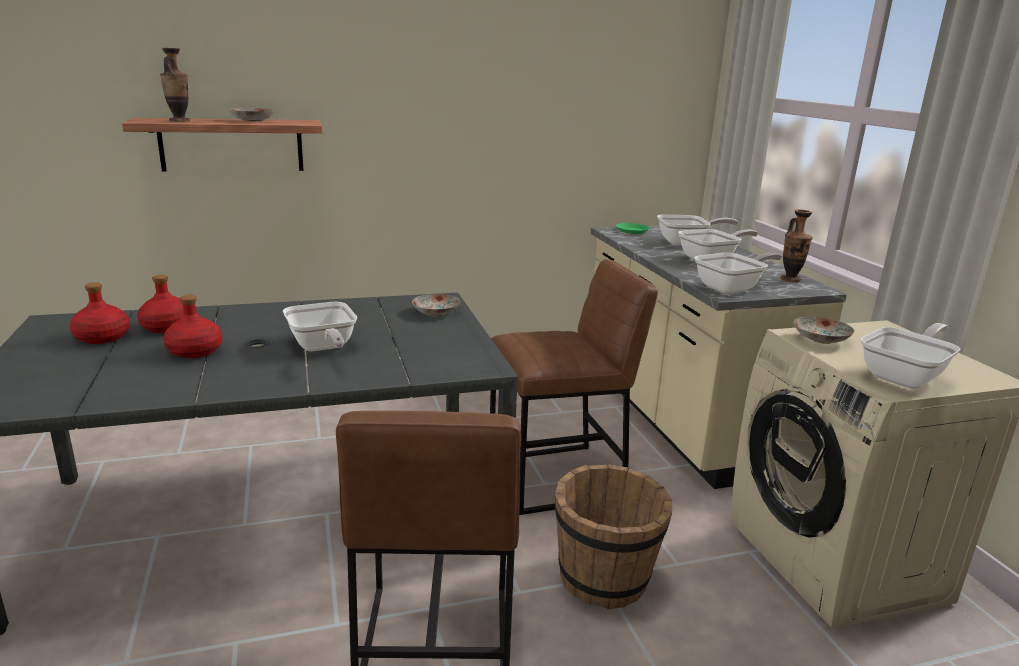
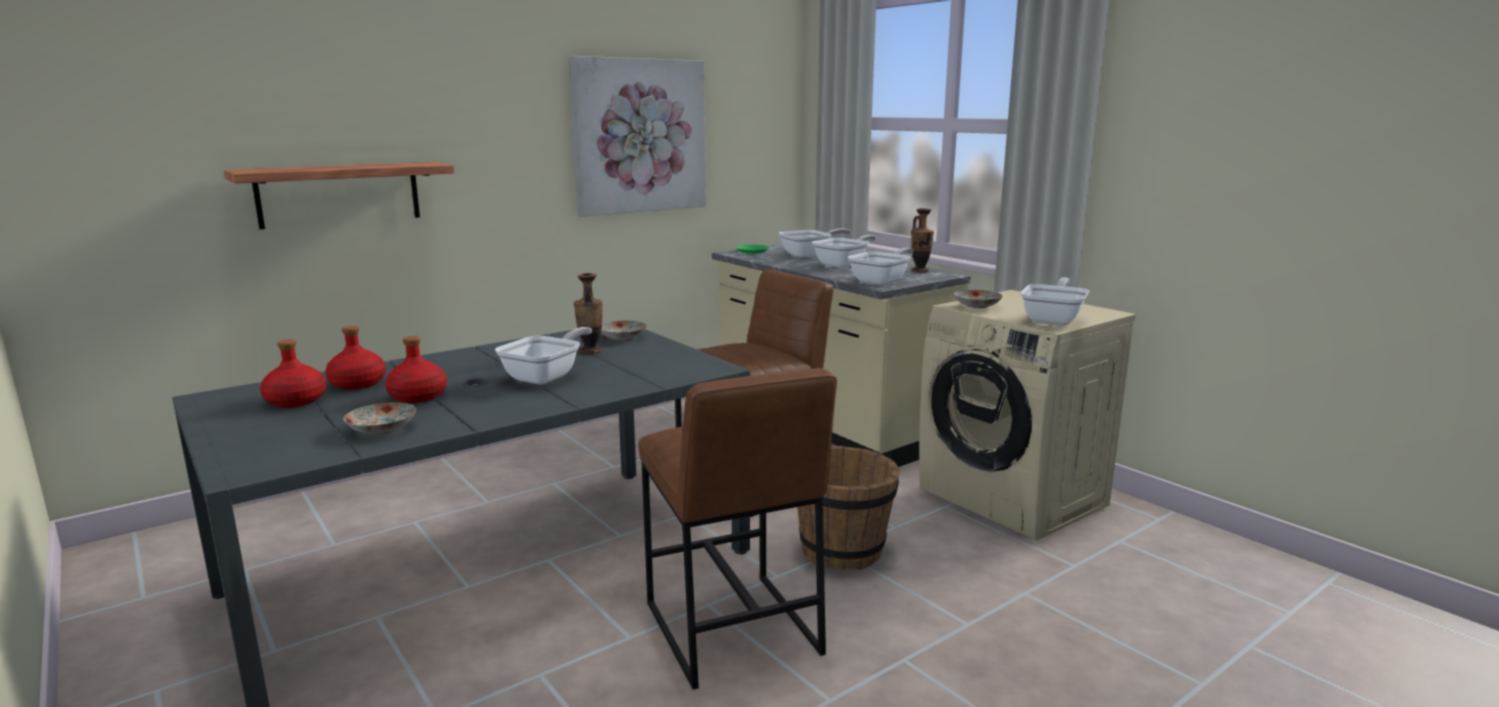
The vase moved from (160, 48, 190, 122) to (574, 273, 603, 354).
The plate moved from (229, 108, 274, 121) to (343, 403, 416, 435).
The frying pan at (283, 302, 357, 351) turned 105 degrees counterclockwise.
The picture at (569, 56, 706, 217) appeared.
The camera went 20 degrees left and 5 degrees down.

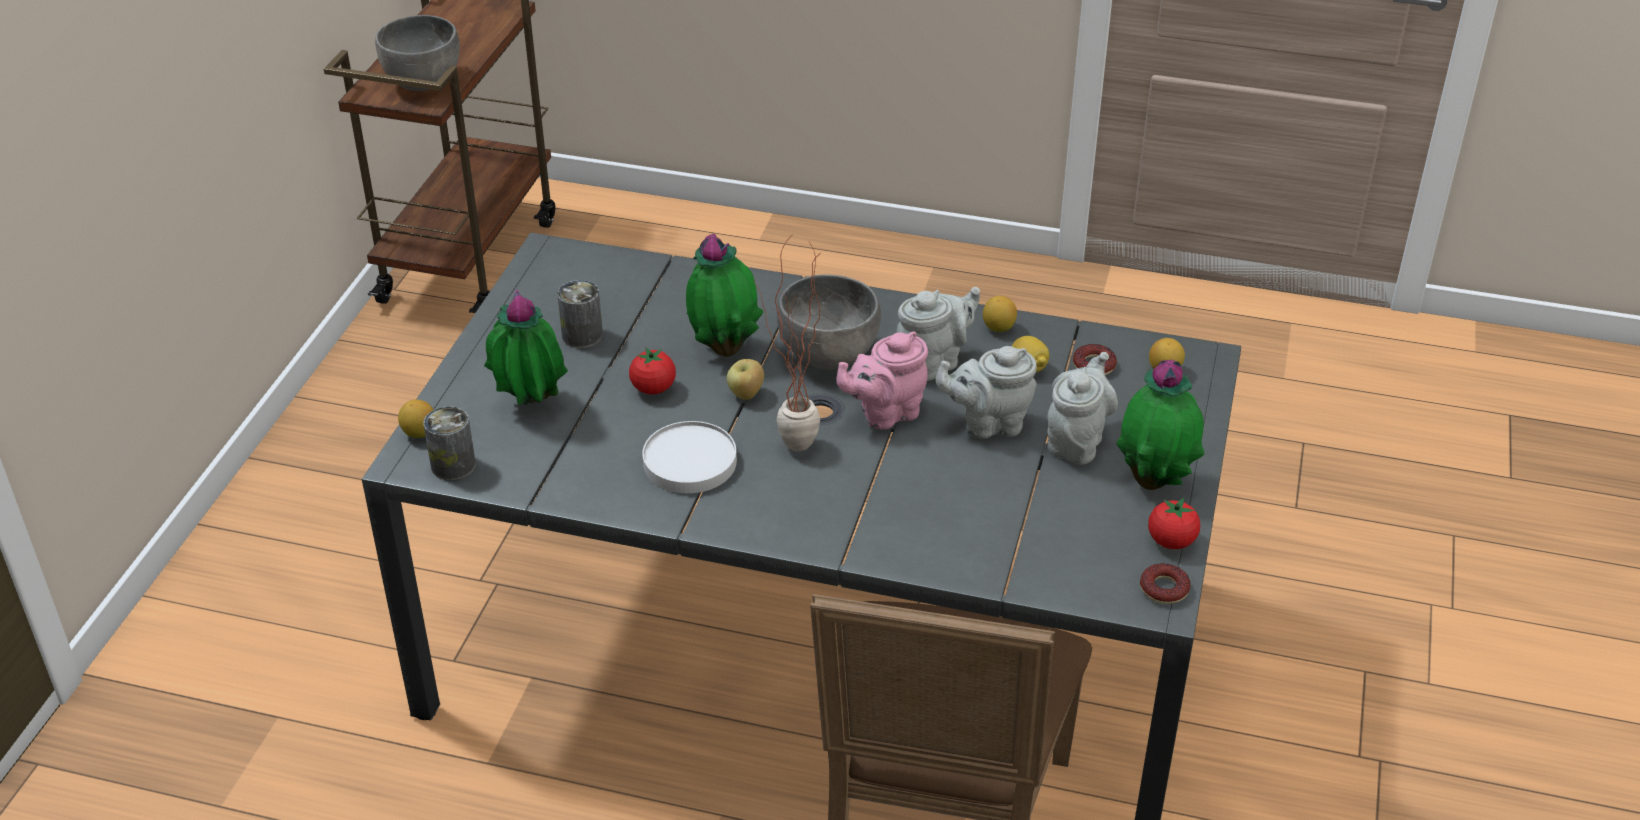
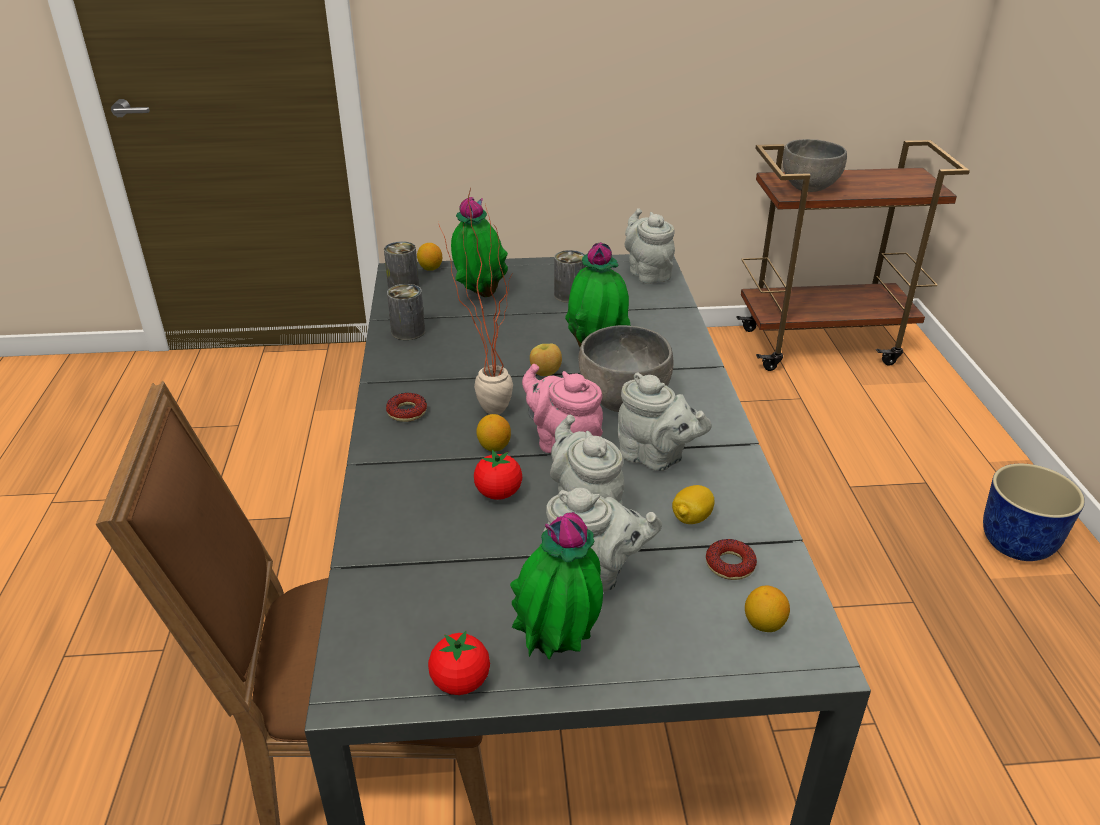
The lemon moved from (983, 296, 1017, 332) to (476, 414, 511, 451).
The tomato moved from (629, 347, 676, 394) to (474, 450, 522, 500).
The plate/white at (642, 421, 737, 493) disappeared.
The donut moved from (1140, 563, 1190, 604) to (386, 393, 427, 422).
The teapot/grey at (625, 208, 675, 284) appeared.
The can at (387, 284, 425, 340) appeared.
The planter at (983, 464, 1085, 561) appeared.
The camera went 70 degrees right and 5 degrees down.

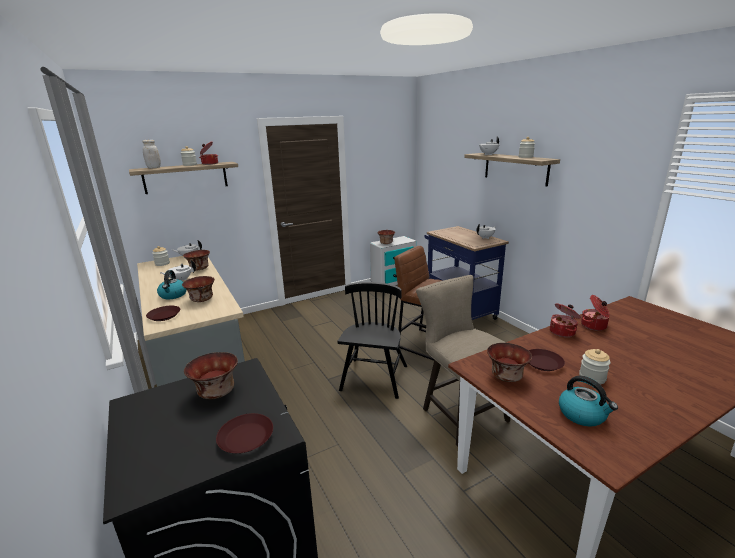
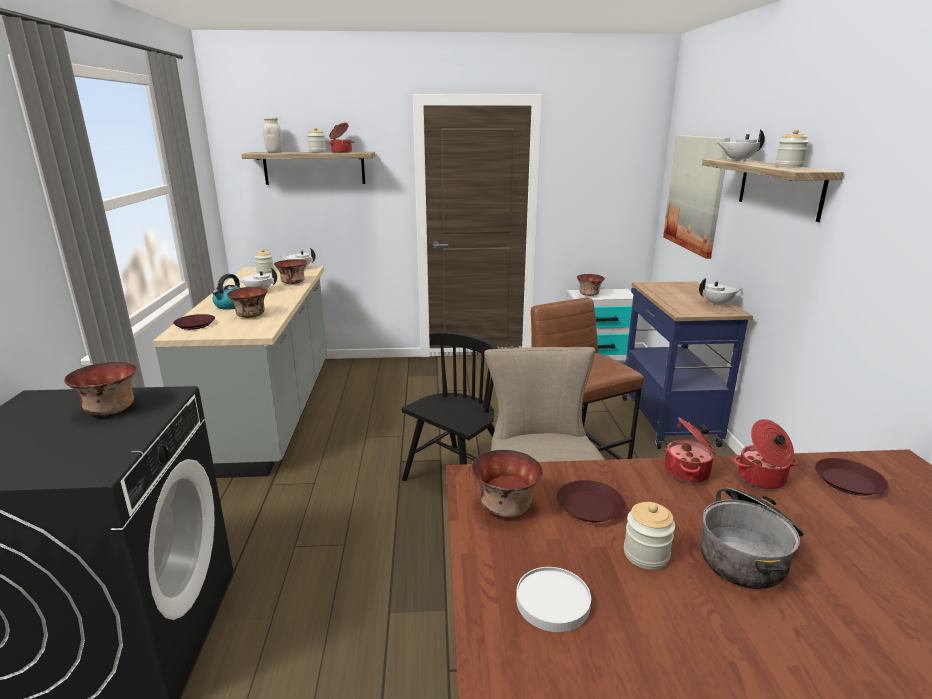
The kettle at (559, 376, 618, 426) was replaced by the plate/white at (516, 567, 591, 632).
The plate/brown moved from (216, 413, 273, 453) to (815, 458, 888, 496).
The picture at (663, 135, 730, 259) appeared.
The cooking pot at (700, 488, 804, 589) appeared.
The camera went 25 degrees right and 0 degrees up.

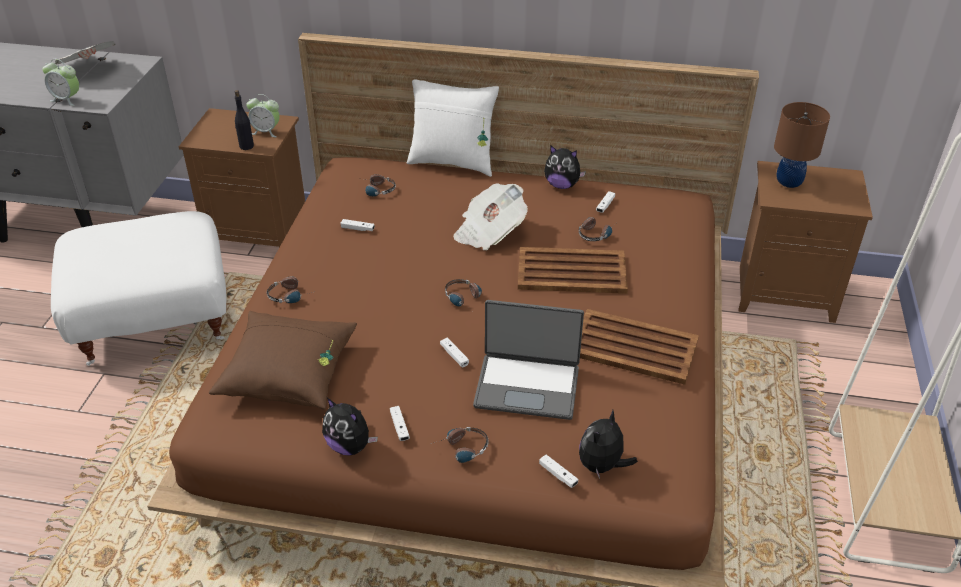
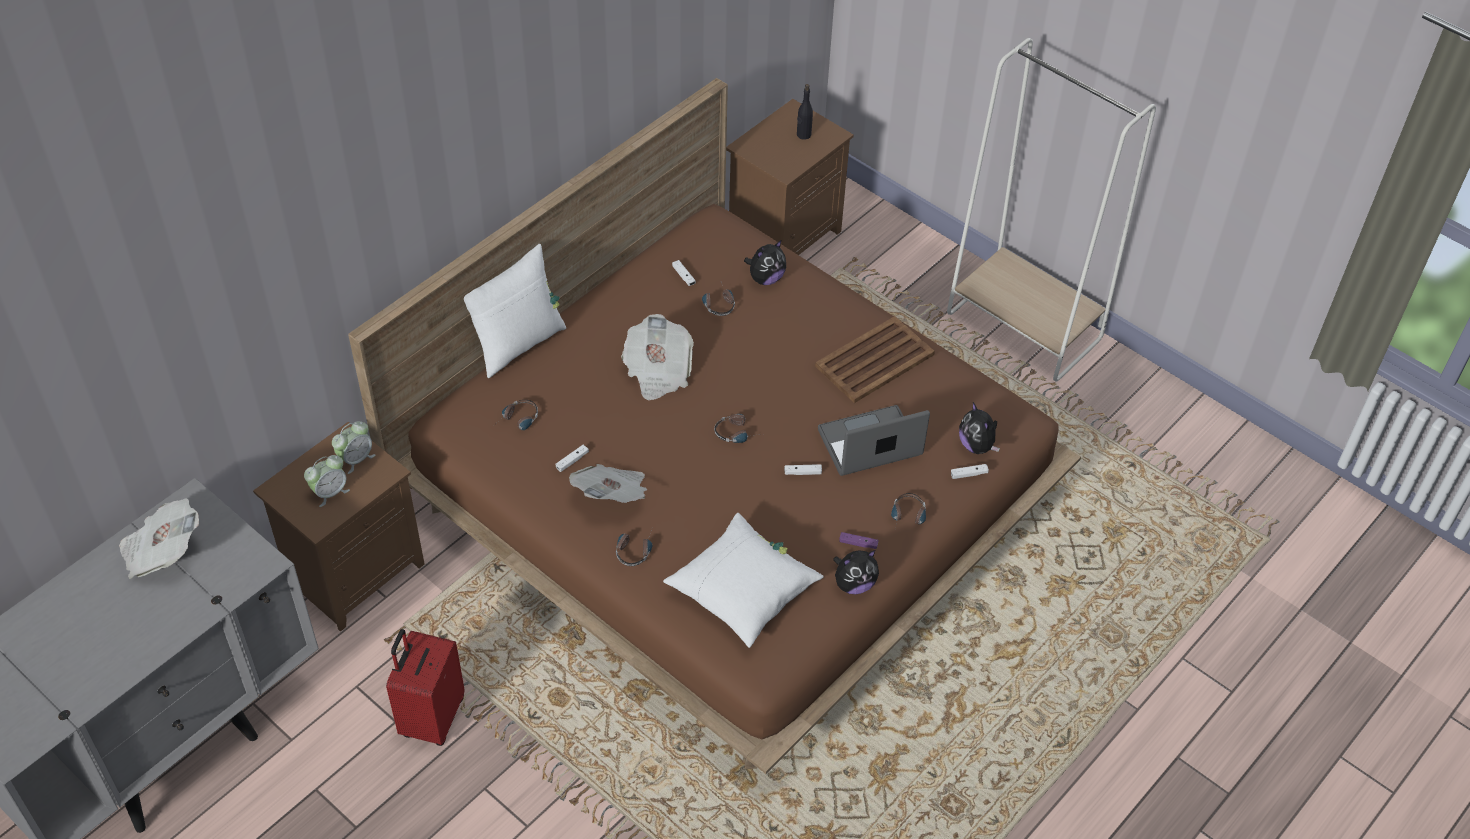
The alarm clock moved from (42, 59, 79, 106) to (304, 455, 350, 507).
The bottle/black moved from (235, 90, 254, 150) to (797, 84, 813, 140).
The table lamp/brown at (774, 102, 830, 188) disappeared.
The plush toy moved from (544, 145, 586, 189) to (744, 240, 786, 285).
The ottoman/white at (51, 211, 226, 366) was replaced by the suitcase/red at (386, 629, 465, 746).
The tray/brown at (518, 247, 628, 294) disappeared.
The laptop at (473, 300, 584, 420) turned 150 degrees counterclockwise.
The pillow/brown at (209, 311, 357, 410) became the pillow/white at (663, 513, 824, 648).
The game controller/white at (390, 406, 410, 441) became the game controller/purple at (839, 532, 878, 549).
The newspaper at (569, 464, 647, 503) appeared.
The camera went 60 degrees left and 10 degrees up.

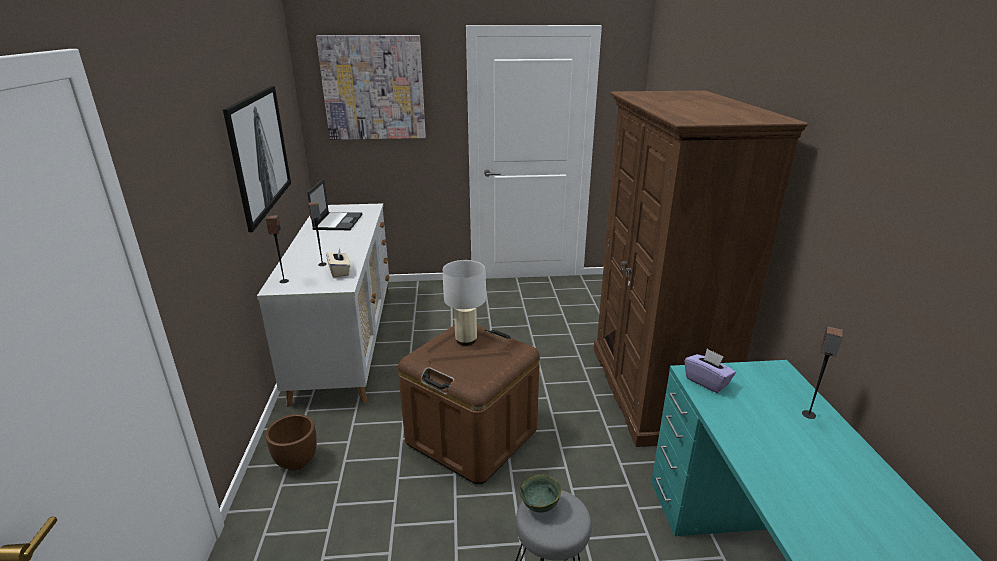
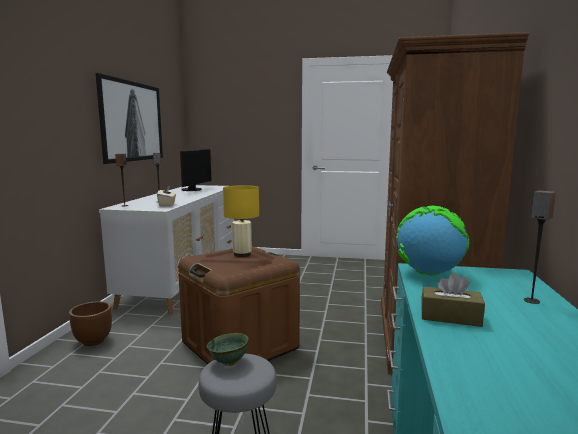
The picture at (316, 35, 426, 140) disappeared.
The laptop at (307, 179, 362, 230) was replaced by the monitor at (180, 149, 211, 191).
The table lamp/white at (443, 260, 486, 346) became the table lamp/yellow at (223, 185, 259, 257).
The tissue box/purple at (685, 348, 736, 393) was replaced by the globe at (396, 206, 469, 276).
The tissue box/brown at (421, 272, 485, 327) appeared.
The camera went 15 degrees right and 15 degrees down.

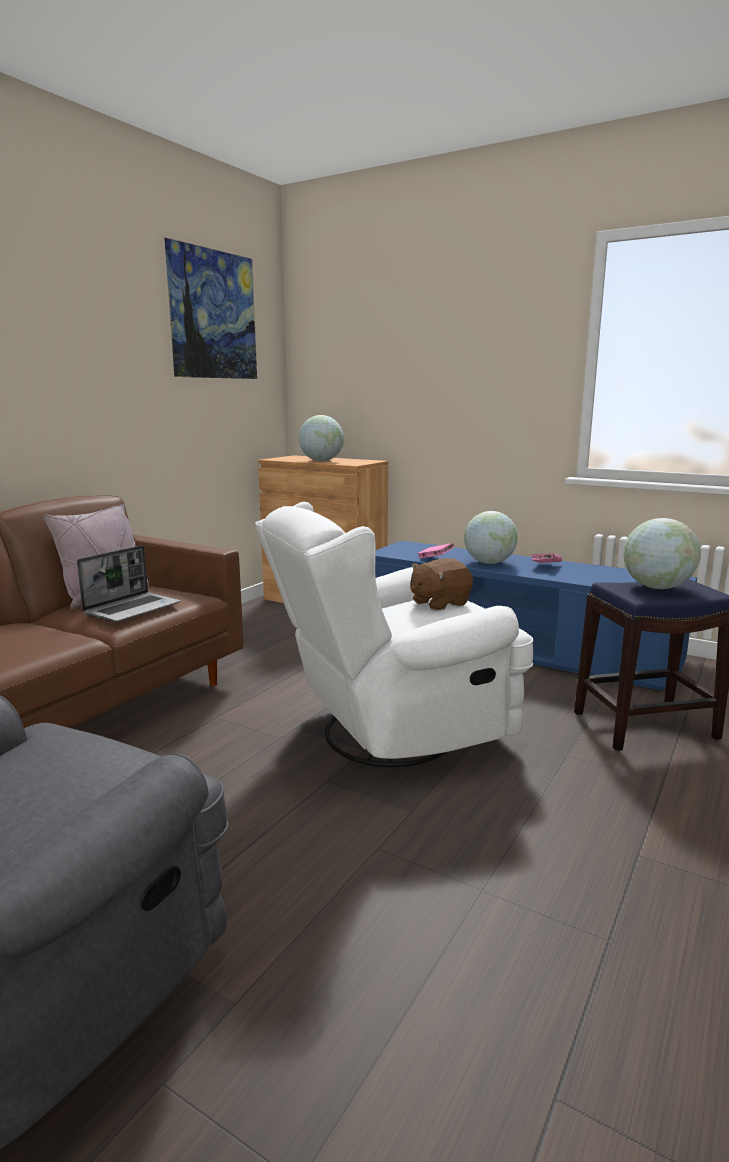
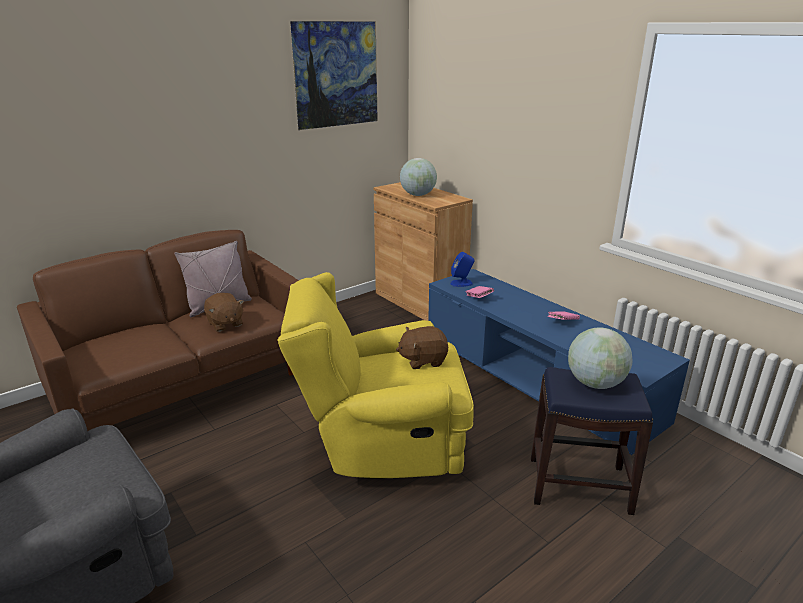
The armchair/white at (255, 502, 534, 767) became the armchair/yellow at (278, 272, 474, 479).
The globe at (464, 511, 518, 564) disappeared.
The laptop at (77, 545, 181, 622) was replaced by the plush toy/brown at (204, 293, 244, 332).
The speaker/blue at (451, 252, 474, 287) appeared.
The camera went 20 degrees right and 10 degrees up.

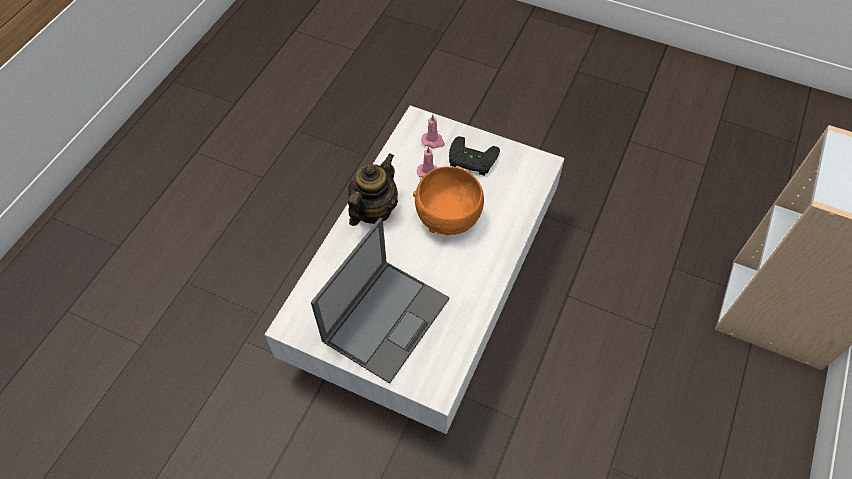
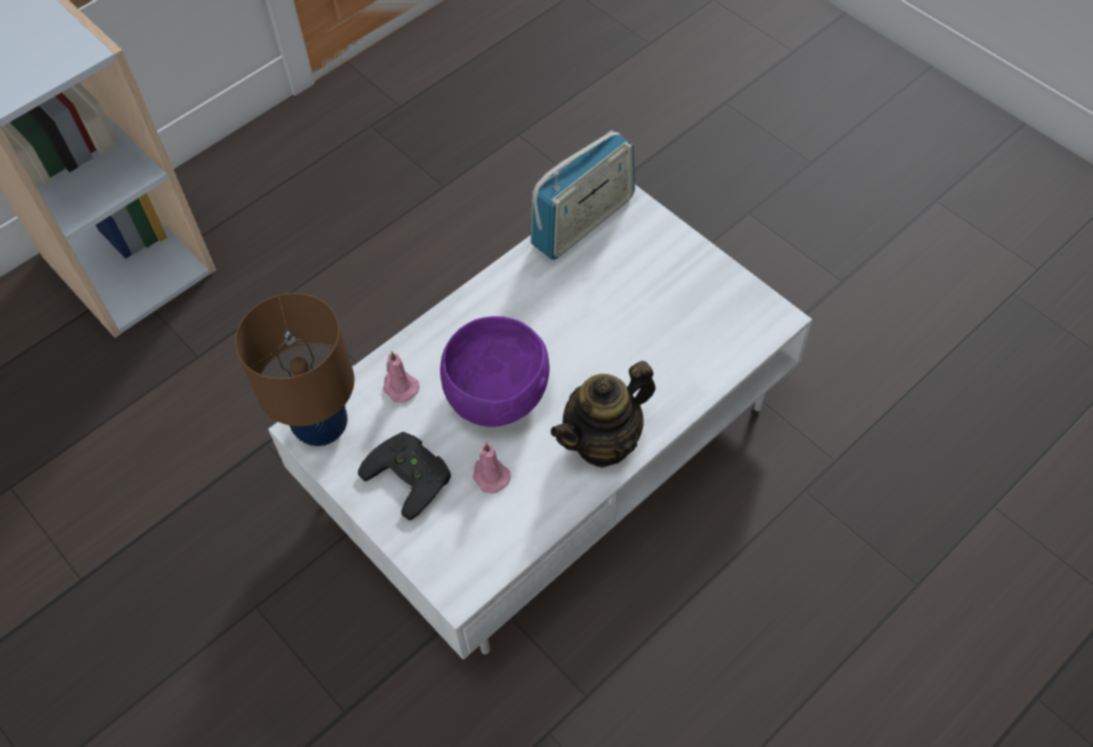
The candle/pink moved from (421, 114, 445, 148) to (383, 351, 419, 403).
The bowl/orange at (413, 166, 484, 235) became the bowl/purple at (440, 316, 550, 427).
The laptop at (311, 217, 450, 384) disappeared.
The radio at (531, 130, 635, 260) appeared.
The table lamp/brown at (235, 293, 354, 446) appeared.
The camera went 155 degrees left and 0 degrees up.

